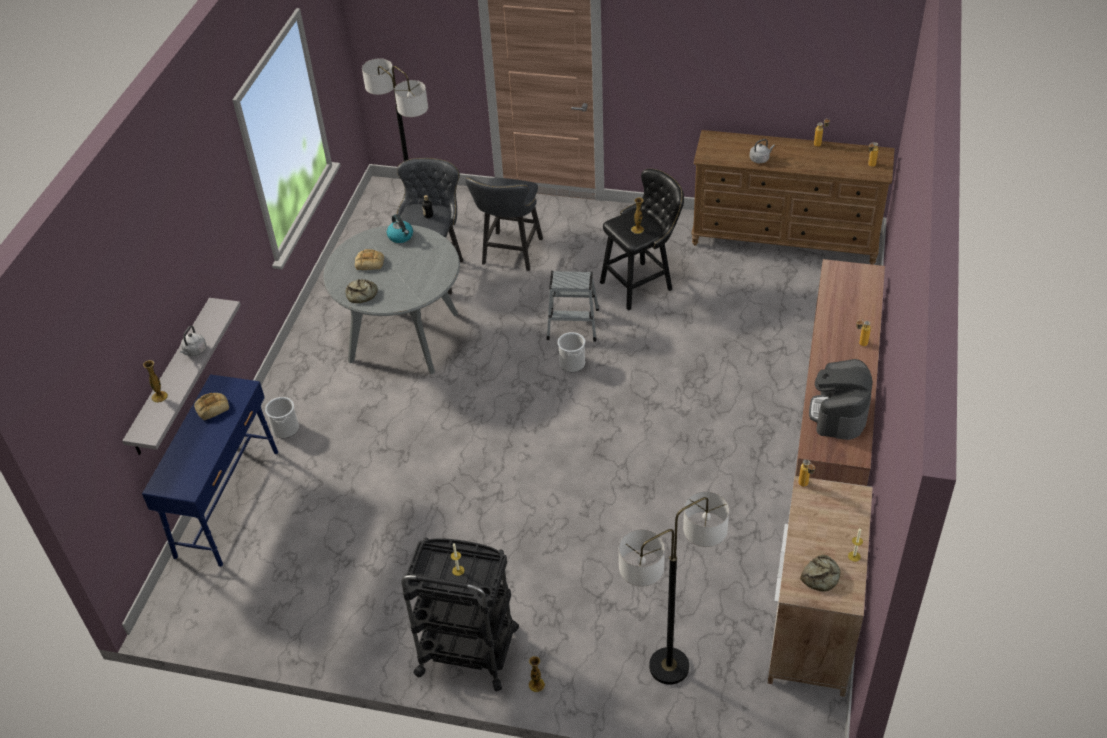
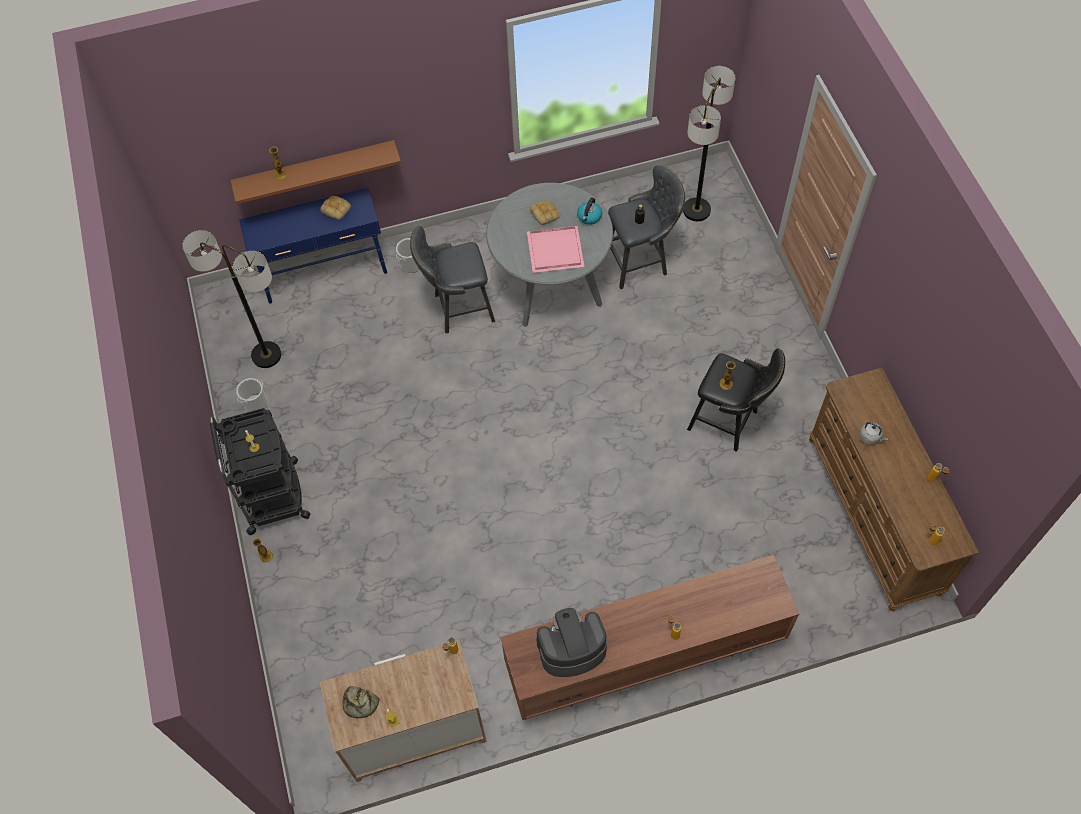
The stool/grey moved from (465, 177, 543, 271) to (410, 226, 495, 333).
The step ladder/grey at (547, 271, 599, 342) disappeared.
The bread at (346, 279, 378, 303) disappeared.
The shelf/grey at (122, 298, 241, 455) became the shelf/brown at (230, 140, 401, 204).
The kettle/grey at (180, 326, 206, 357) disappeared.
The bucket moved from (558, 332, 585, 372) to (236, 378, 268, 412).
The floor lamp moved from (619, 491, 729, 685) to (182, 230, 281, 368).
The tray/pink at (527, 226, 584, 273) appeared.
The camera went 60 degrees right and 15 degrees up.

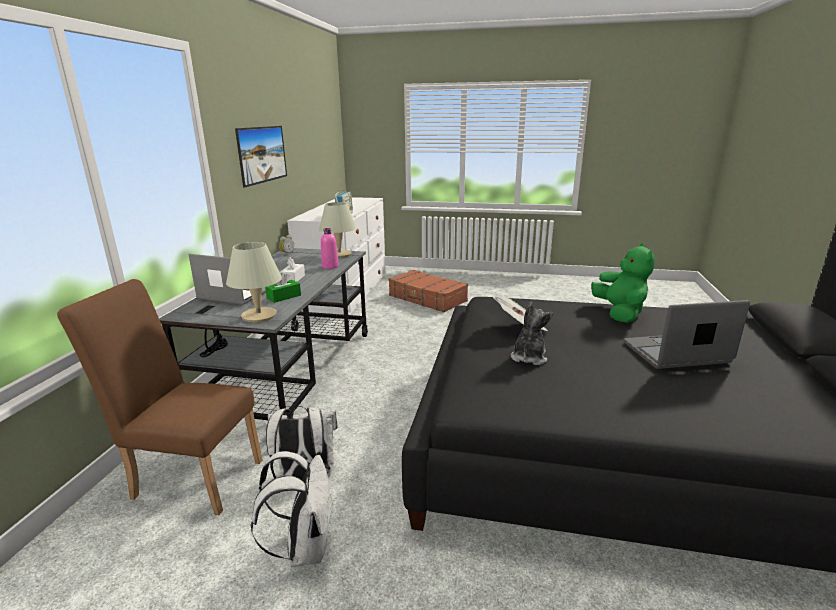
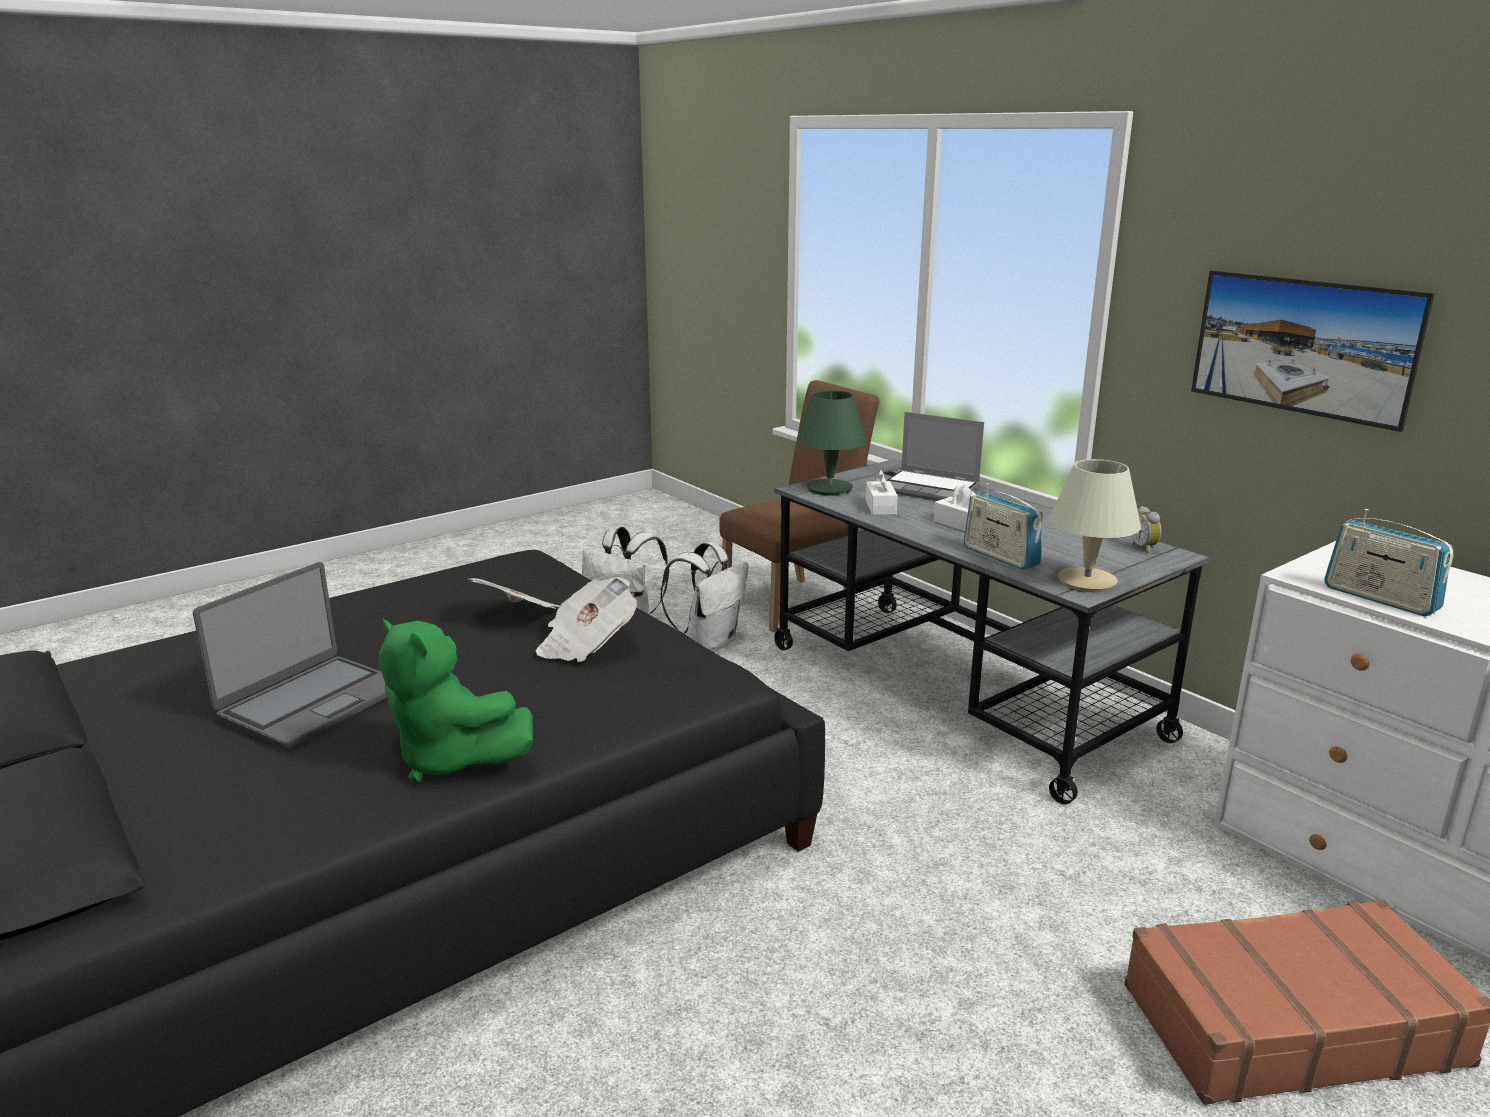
The bottle/pink at (321, 228, 339, 269) was replaced by the radio at (964, 483, 1043, 570).
The table lamp/beige at (226, 242, 282, 322) became the table lamp/green at (796, 390, 866, 496).
The laptop at (188, 254, 266, 305) turned 60 degrees clockwise.
The tissue box/green at (265, 273, 301, 303) became the tissue box/white at (866, 469, 898, 515).
The plush toy at (511, 302, 553, 365) was replaced by the newspaper at (470, 578, 560, 609).
The camera went 130 degrees right and 0 degrees up.

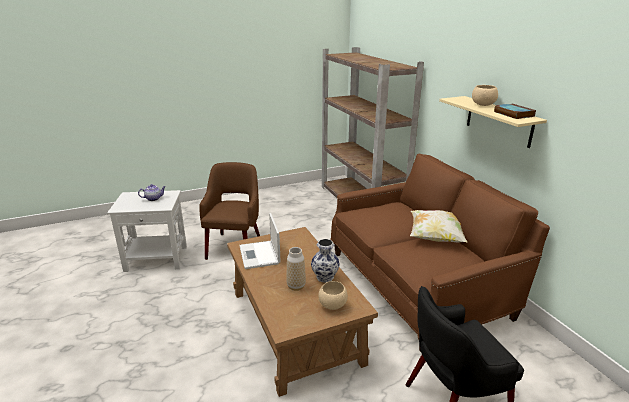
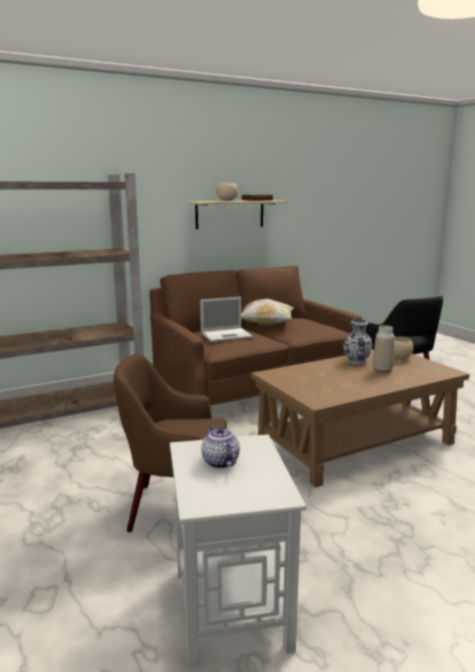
The laptop moved from (239, 213, 281, 269) to (200, 297, 253, 342).
The camera went 95 degrees left and 10 degrees down.

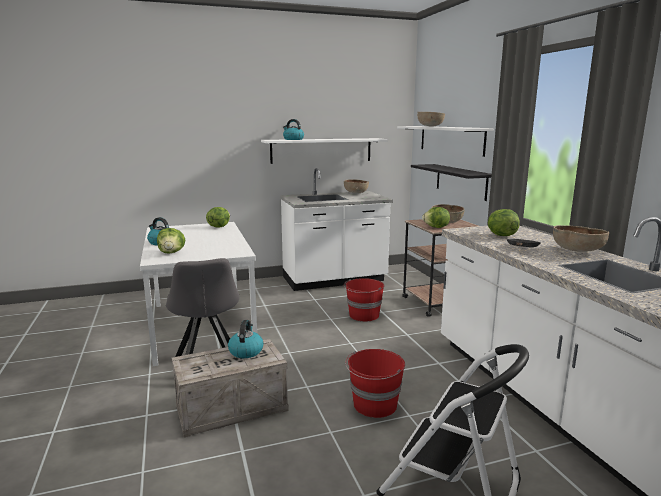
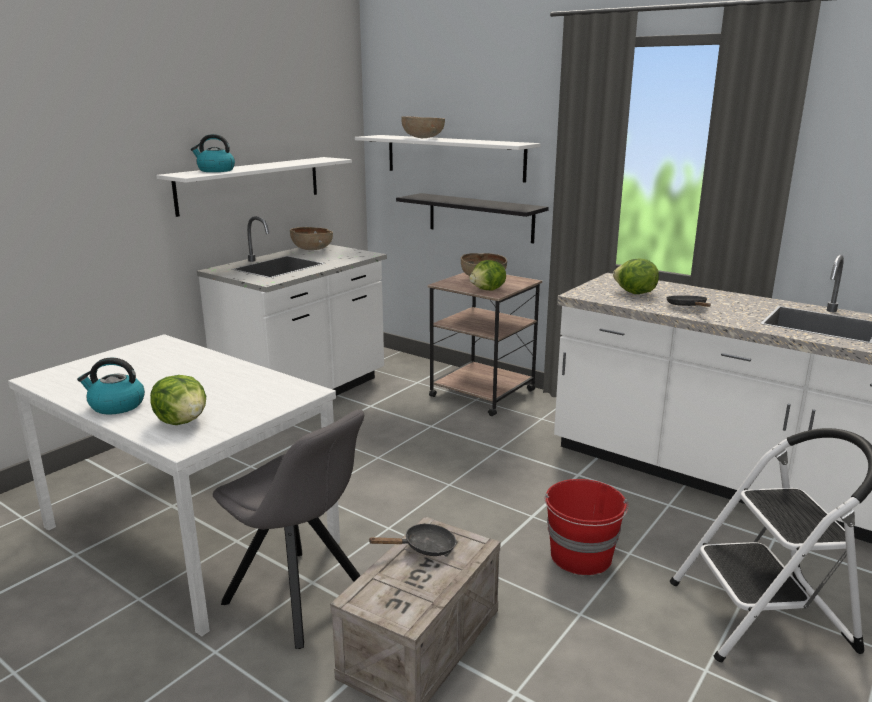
The lettuce at (206, 207, 230, 228) disappeared.
The bowl/brown at (553, 225, 609, 252) disappeared.
The bucket/red at (344, 278, 384, 322) disappeared.
The kettle at (228, 320, 263, 358) was replaced by the frying pan/black at (368, 523, 456, 556).
The camera went 35 degrees left and 5 degrees up.

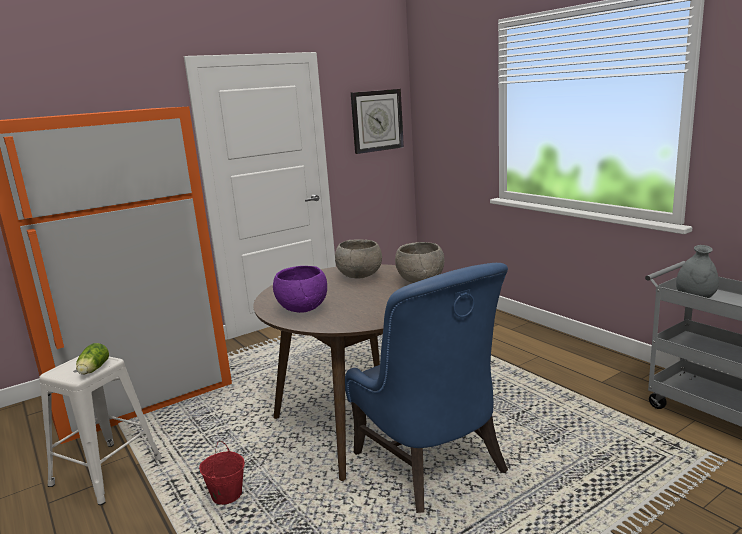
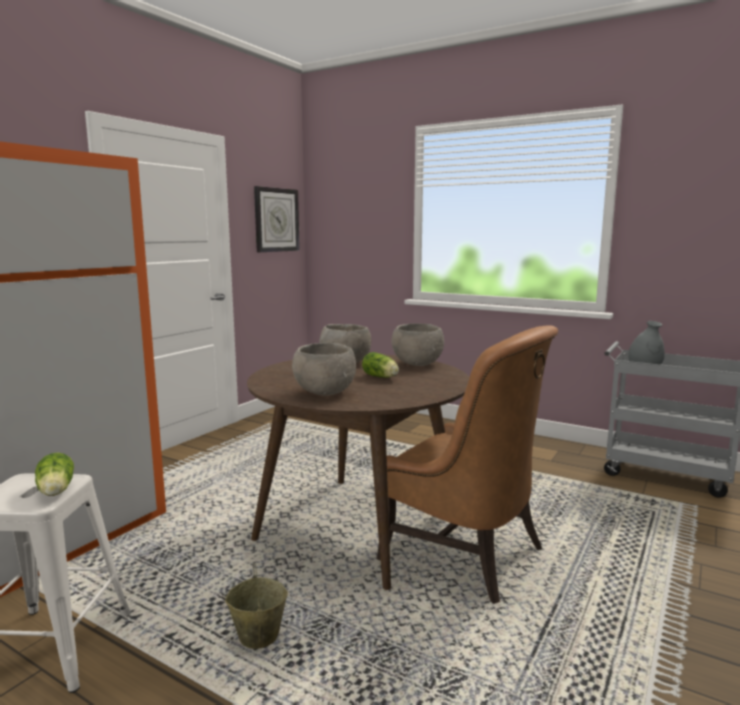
The chair/blue at (345, 263, 508, 513) became the chair/brown at (377, 325, 558, 604).
The bowl/purple at (273, 266, 327, 313) became the bowl/grey at (292, 343, 356, 396).
The bucket/red at (199, 441, 245, 505) became the bucket/beige at (225, 563, 288, 649).
The lettuce at (362, 352, 399, 378) appeared.
The camera went 25 degrees left and 5 degrees down.

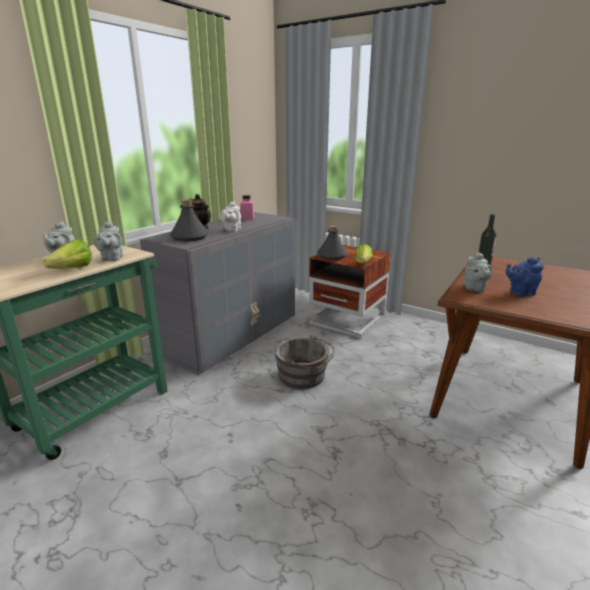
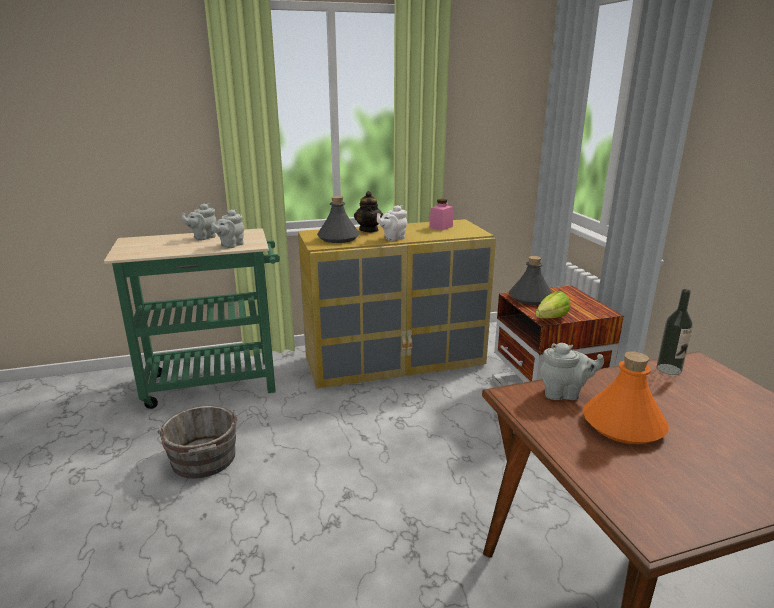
The cabinet/grey at (140, 212, 295, 375) became the cabinet/yellow at (298, 219, 496, 389).
The lettuce at (44, 239, 92, 269) disappeared.
The teapot/grey at (463, 252, 492, 292) turned 135 degrees counterclockwise.
The teapot/blue at (506, 257, 544, 296) was replaced by the bottle/orange at (583, 351, 669, 444).
The bucket/grey moved from (275, 335, 334, 389) to (158, 406, 238, 479).
The camera went 40 degrees right and 0 degrees up.

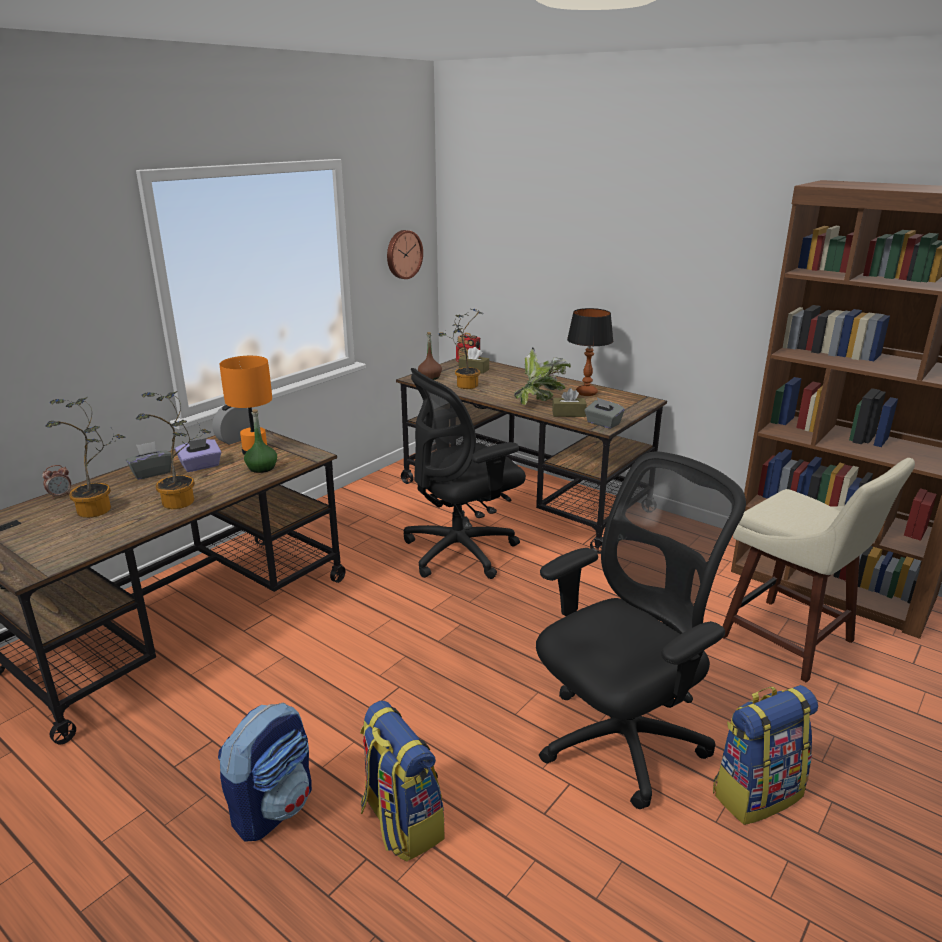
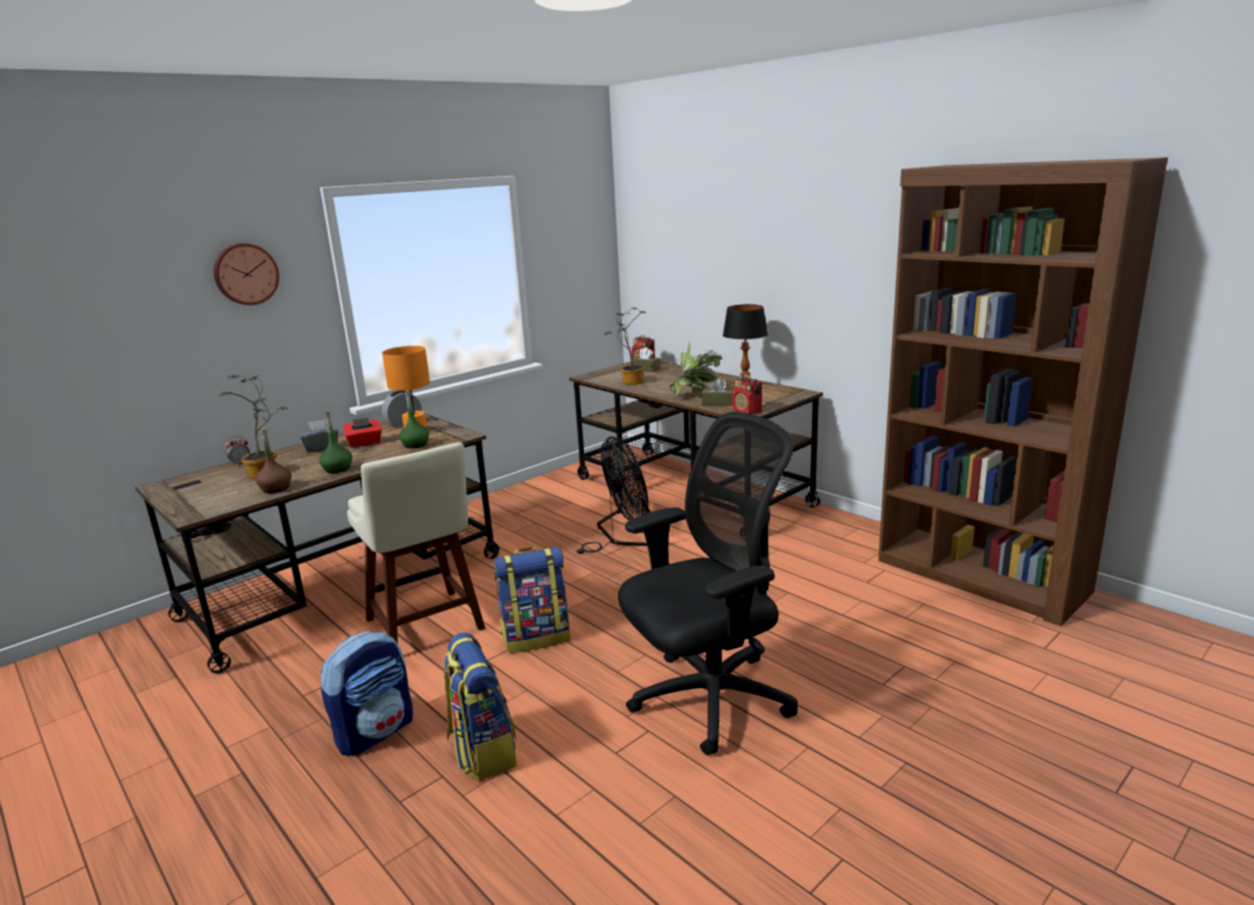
The wall clock moved from (387, 230, 423, 279) to (214, 243, 279, 305).
The bottle/brown moved from (418, 332, 442, 380) to (256, 428, 291, 493).
The office chair/black at (404, 368, 526, 579) was replaced by the fan/black at (575, 437, 650, 554).
The potted plant at (136, 391, 211, 509) was replaced by the bottle/green at (319, 412, 352, 473).
The tissue box/grey at (584, 398, 625, 429) was replaced by the radio at (732, 375, 762, 414).
The tissue box/purple at (175, 438, 221, 472) became the tissue box/red at (342, 417, 382, 448).
The stool/beige moved from (722, 458, 915, 683) to (347, 442, 486, 644).
The backpack moved from (713, 685, 818, 825) to (494, 547, 570, 653).
The camera went 10 degrees right and 5 degrees down.

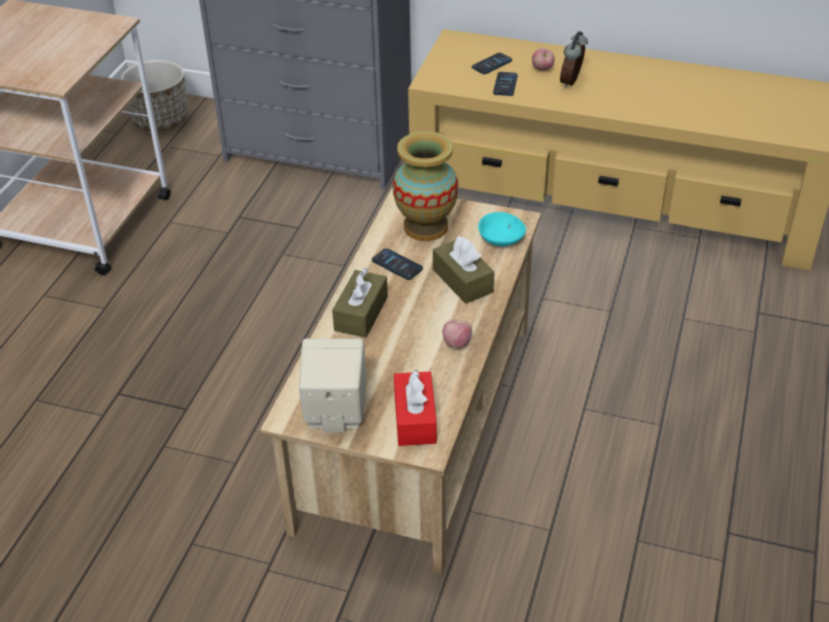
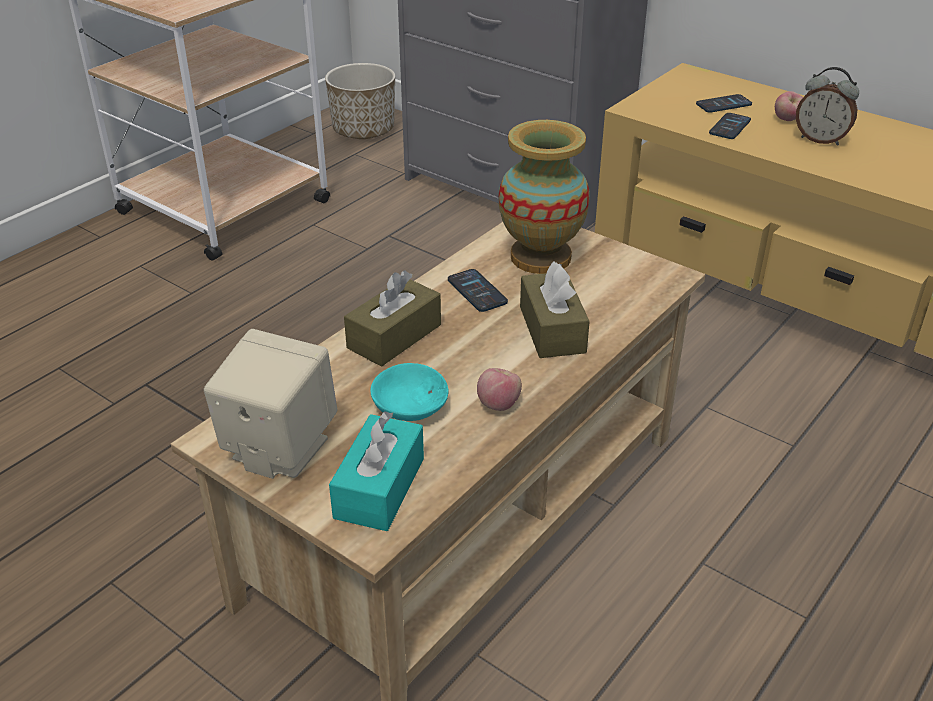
The alarm clock at (560, 31, 588, 88) turned 105 degrees counterclockwise.
The bowl/turquoise moved from (478, 212, 526, 246) to (370, 363, 449, 421).
The tissue box/red at (394, 369, 437, 446) became the tissue box/turquoise at (329, 411, 424, 531).
The camera went 20 degrees right and 5 degrees down.

